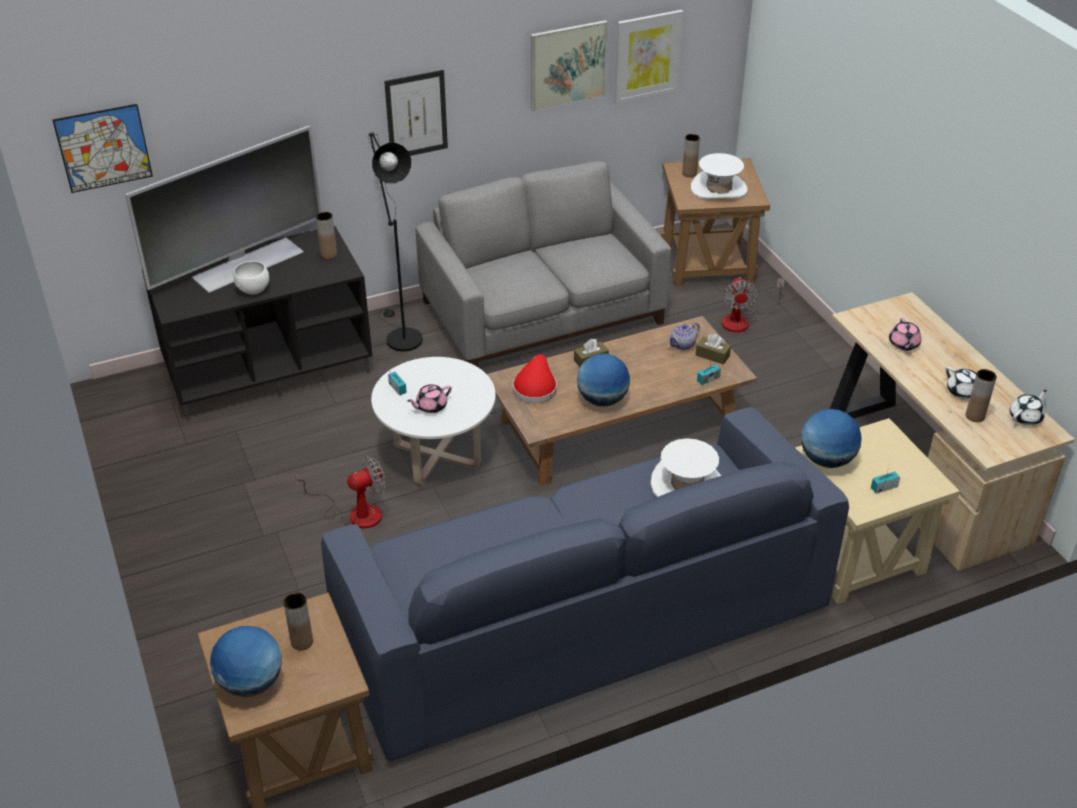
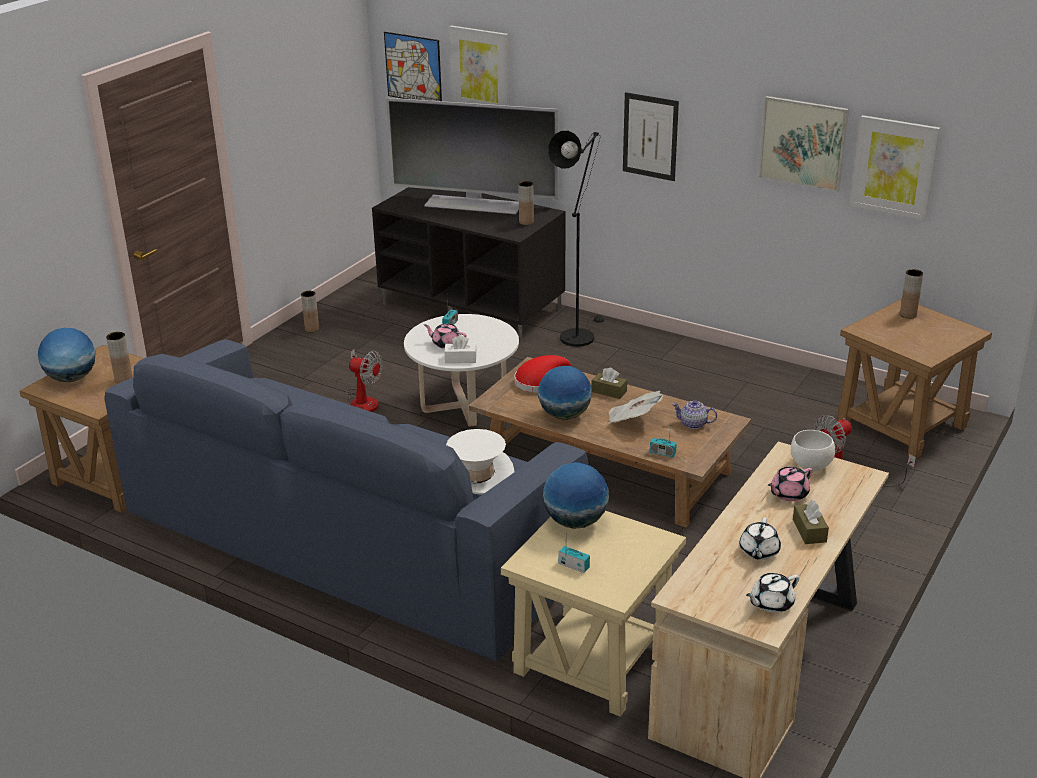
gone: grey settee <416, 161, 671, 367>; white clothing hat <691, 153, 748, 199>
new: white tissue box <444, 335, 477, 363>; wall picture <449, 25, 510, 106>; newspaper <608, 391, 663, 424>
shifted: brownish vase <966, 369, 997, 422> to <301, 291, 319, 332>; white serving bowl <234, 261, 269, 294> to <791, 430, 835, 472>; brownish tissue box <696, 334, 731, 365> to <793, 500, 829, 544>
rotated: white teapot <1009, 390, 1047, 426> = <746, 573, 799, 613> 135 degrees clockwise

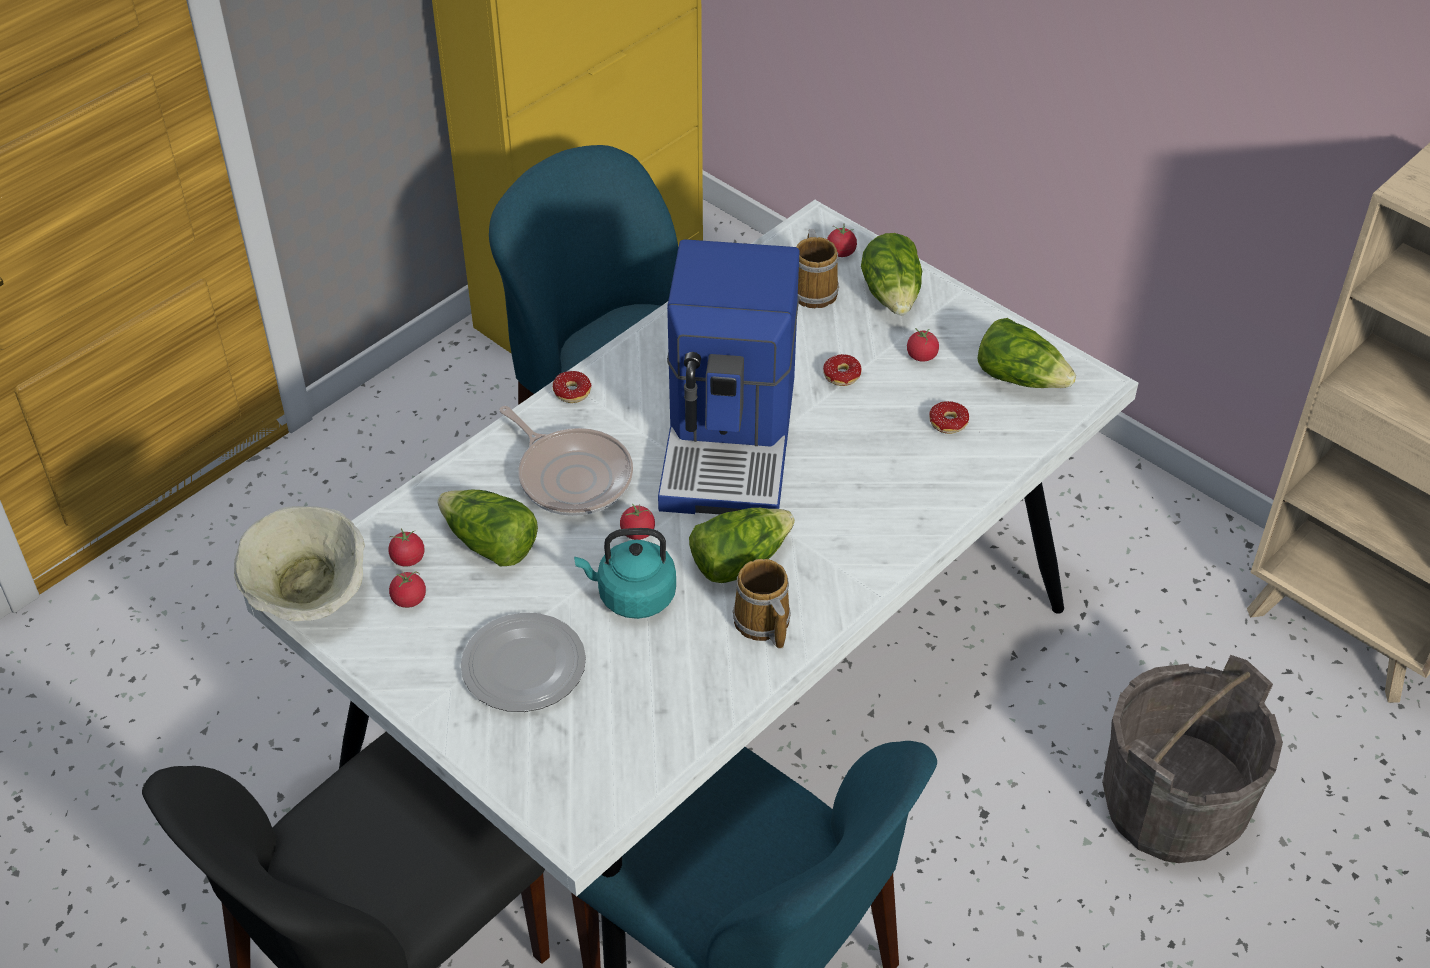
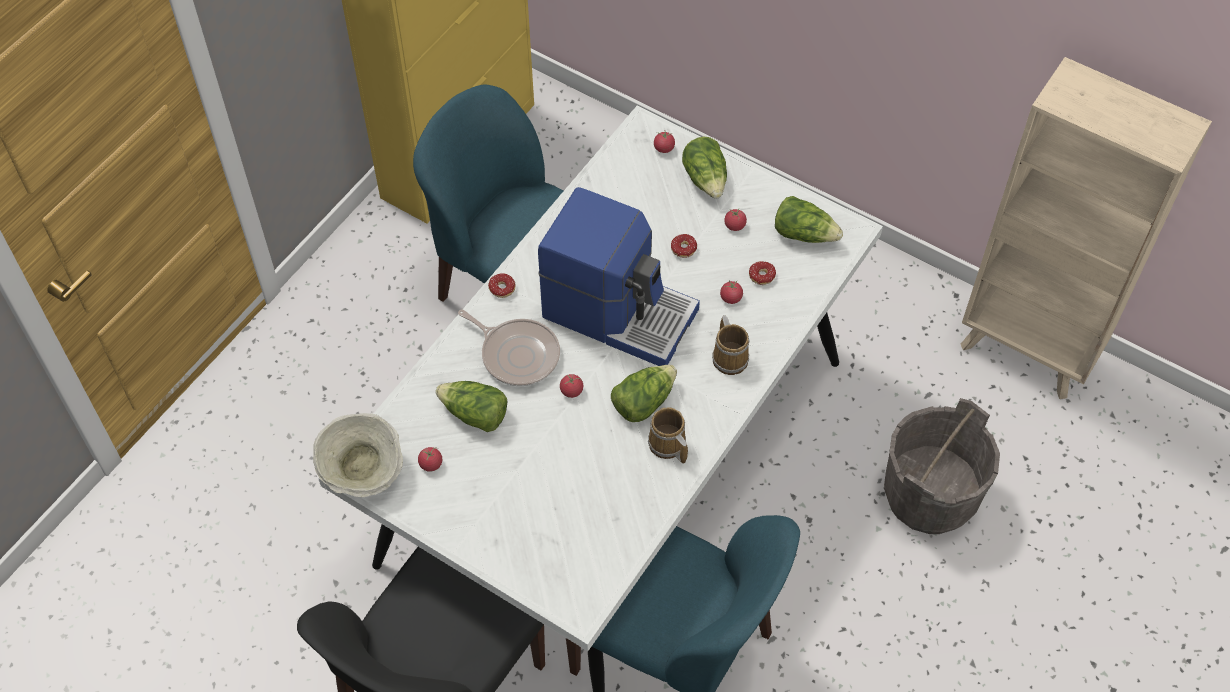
gone: flat dish <461, 613, 586, 712>; turquoise kettle <574, 528, 676, 619>
shifted: tea mug <796, 229, 839, 308> to <712, 315, 750, 375>; tomato <388, 528, 425, 566> to <720, 280, 743, 304>
rotated: coffee maker <658, 239, 800, 514> = <538, 187, 700, 366> 60 degrees counterclockwise

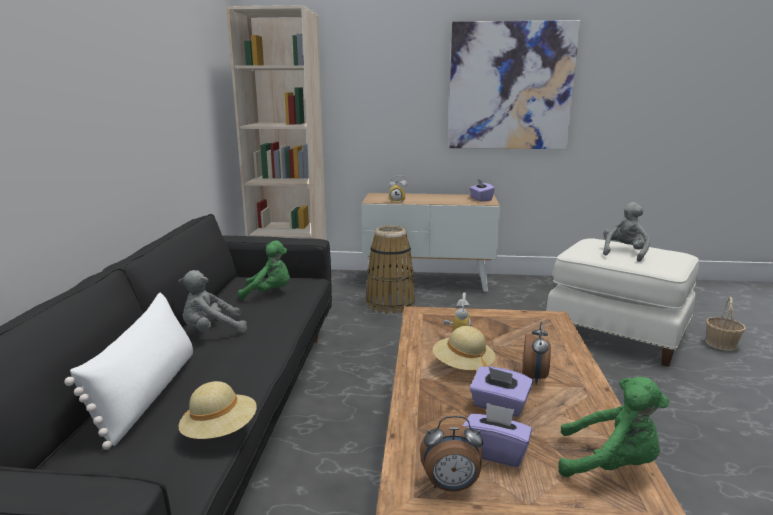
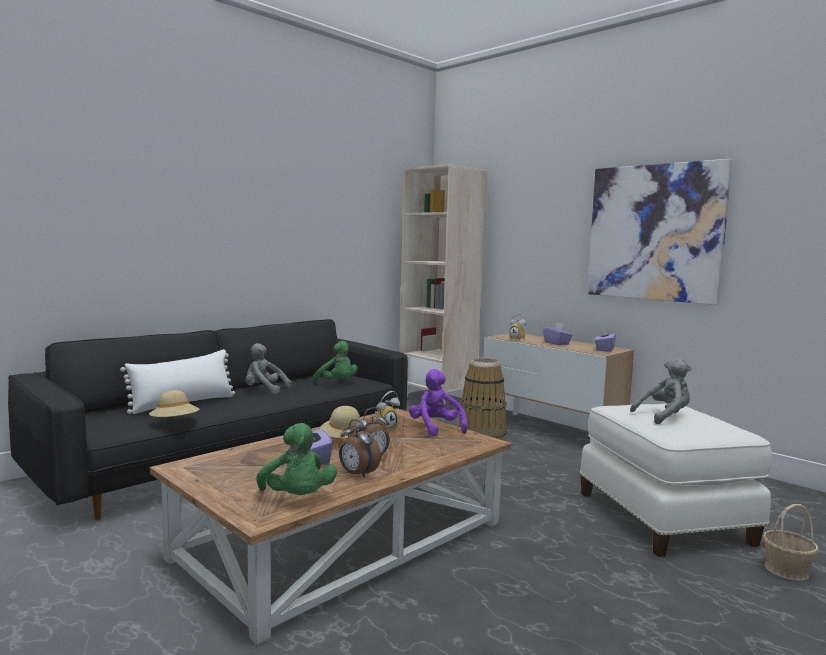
new: purplish cuddly toy <409, 369, 468, 436>
shifted: bedside clock <420, 416, 483, 492> to <339, 419, 381, 478>; purplish tissue box <463, 403, 532, 467> to <543, 323, 572, 345>

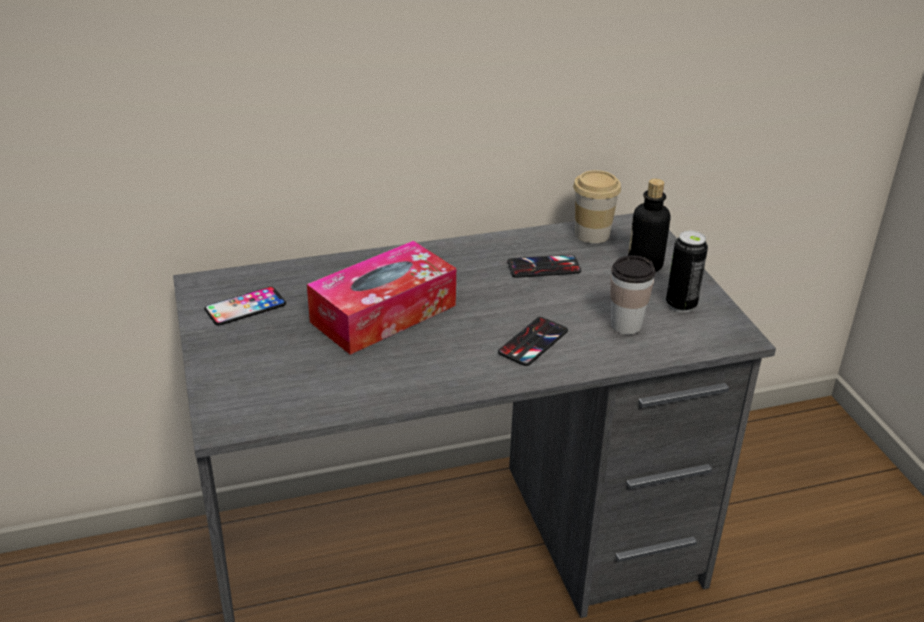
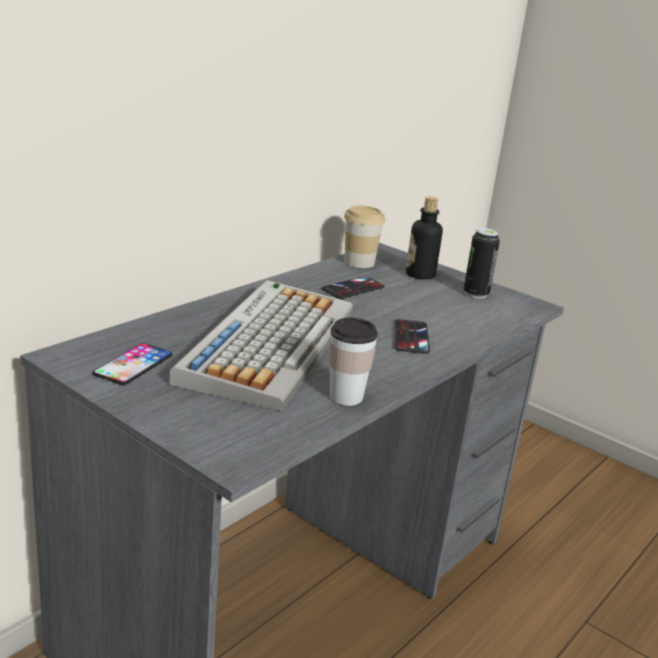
shifted: cup <610, 255, 656, 335> to <329, 317, 378, 406>
swapped: tissue box <307, 241, 456, 355> to PC keyboard <169, 280, 353, 411>

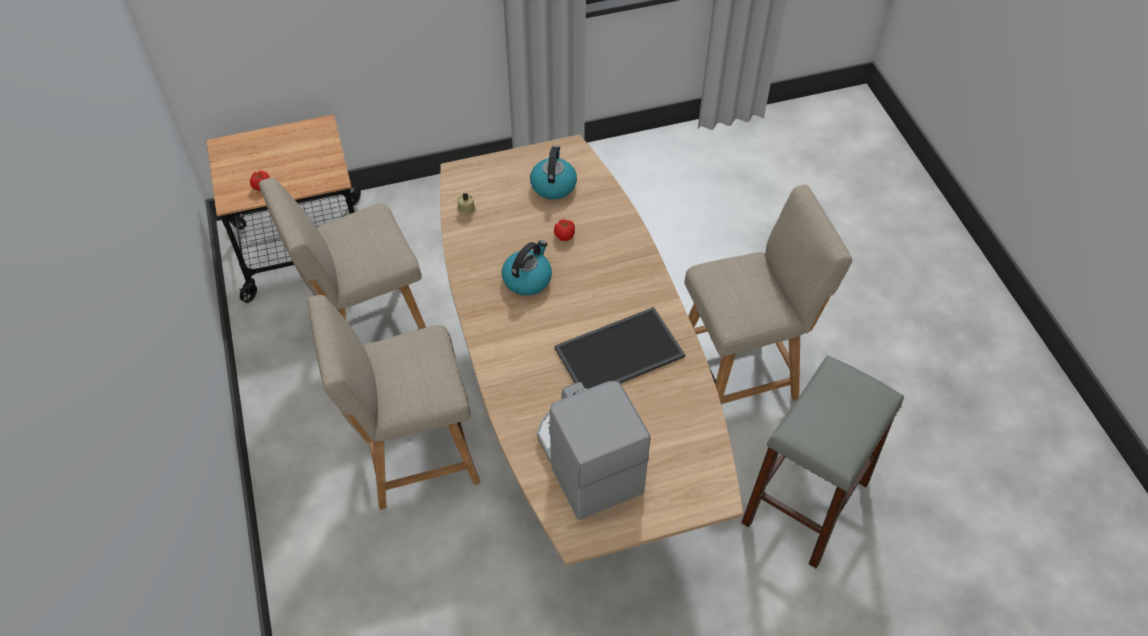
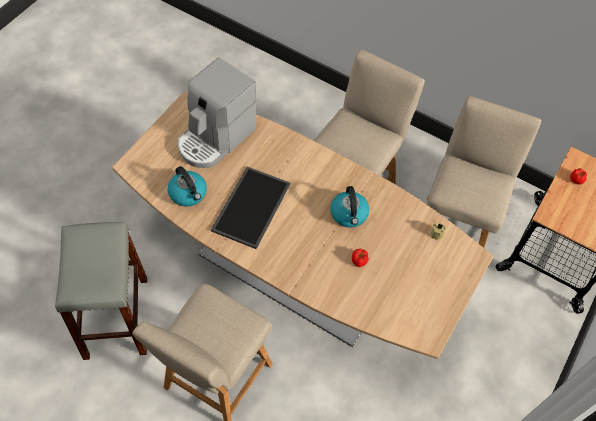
shifted: kettle <530, 146, 577, 199> to <168, 166, 207, 207>
rotated: coffee maker <537, 381, 650, 520> = <178, 57, 256, 168> 105 degrees clockwise

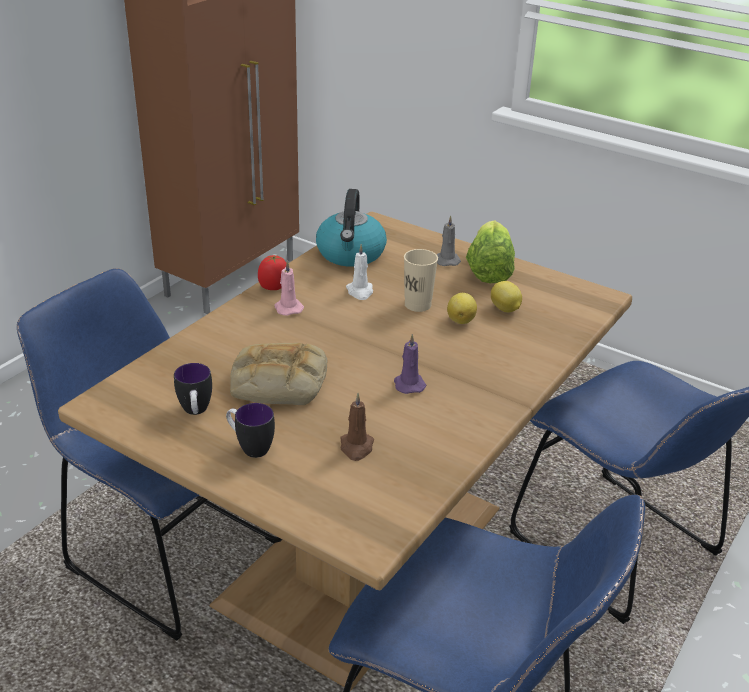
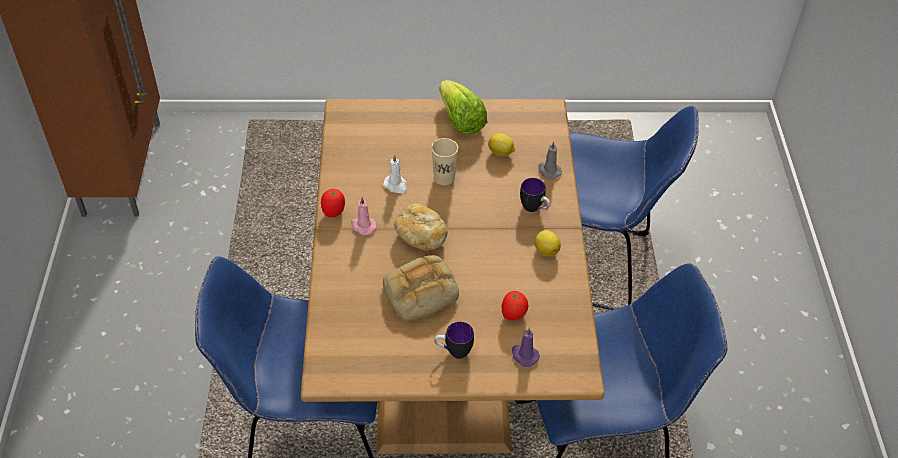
gone: kettle <316, 189, 387, 267>
new: bread <394, 204, 448, 251>
shifted: purplish wax light <394, 334, 426, 394> to <512, 328, 540, 367>; tea mug <174, 363, 212, 415> to <520, 178, 551, 212>; whole lemon <447, 293, 477, 324> to <535, 230, 561, 256>; grey wax light <437, 216, 461, 266> to <538, 141, 562, 180>
swapped: brownish wax light <341, 393, 374, 461> to tomato <502, 291, 528, 320>

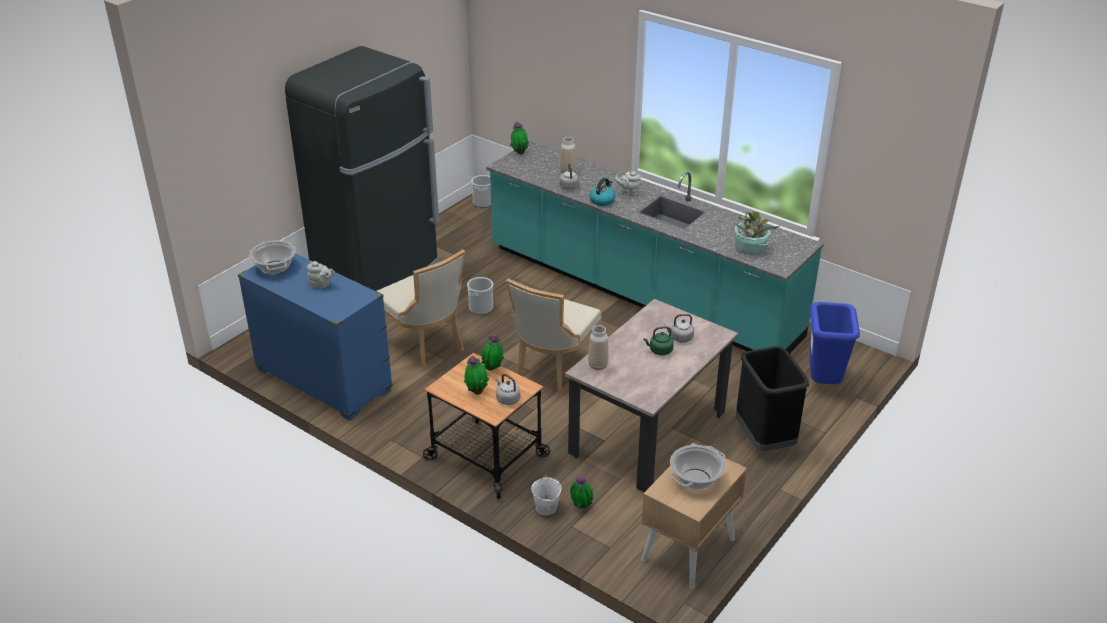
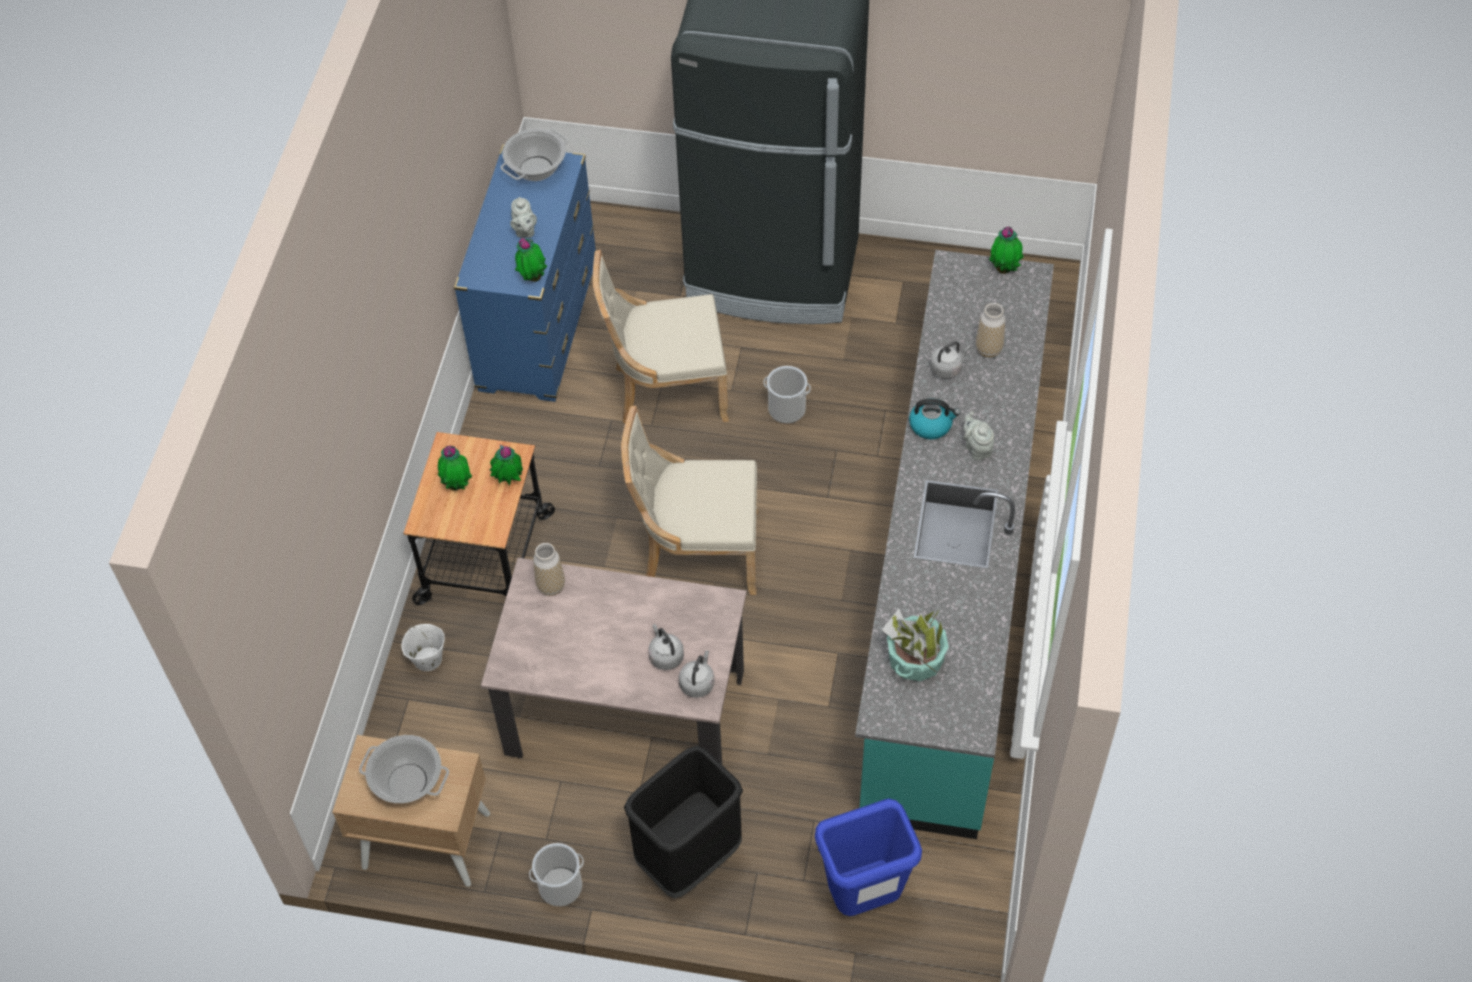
gone: greenish kettle <643, 326, 674, 355>
shifted: plant in a pot <570, 474, 593, 509> to <515, 238, 547, 282>; water bucket <471, 175, 491, 208> to <529, 843, 584, 906>; grey kettle <495, 374, 520, 405> to <679, 650, 715, 698>
rotated: sand-coloured upright chair <377, 249, 466, 370> = <593, 250, 729, 424> 60 degrees clockwise

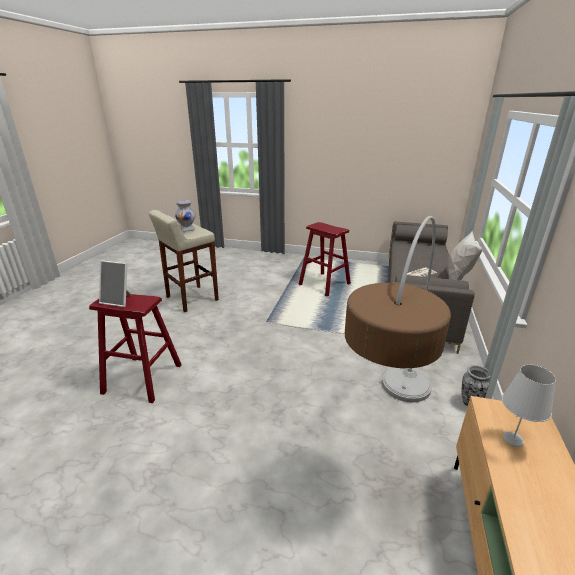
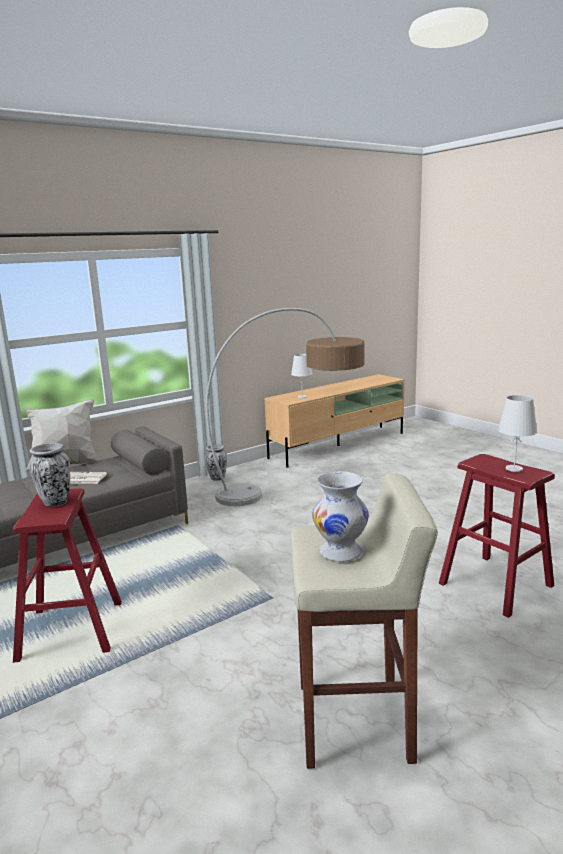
new: vase <29, 443, 70, 507>
swapped: picture frame <99, 260, 132, 307> to white lamp for a table <498, 395, 537, 472>

